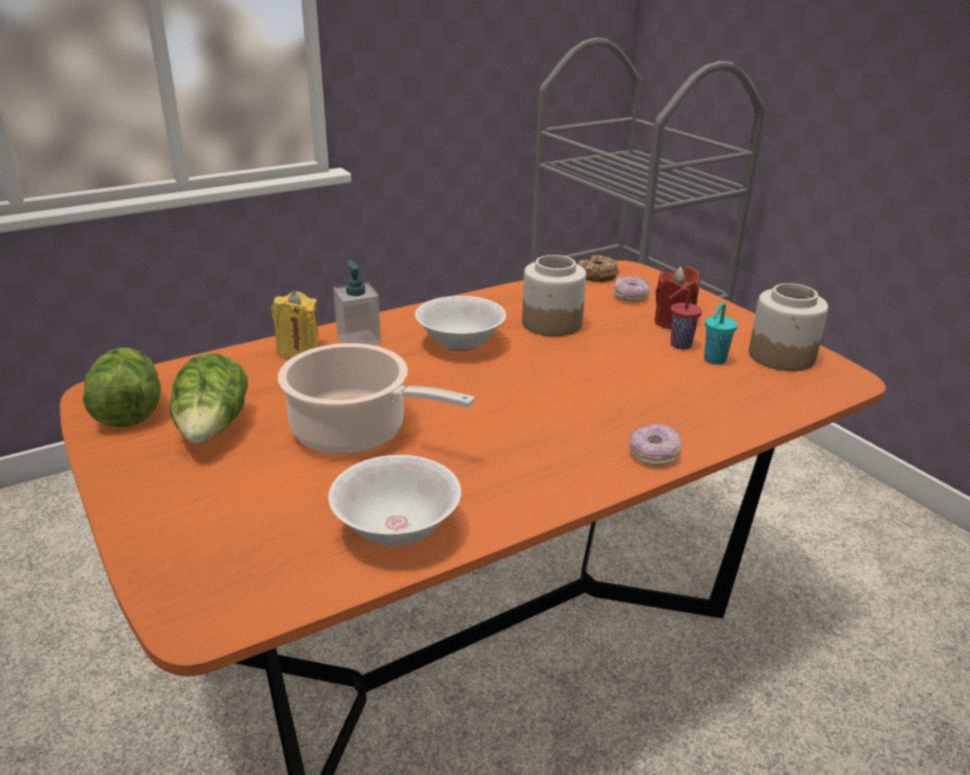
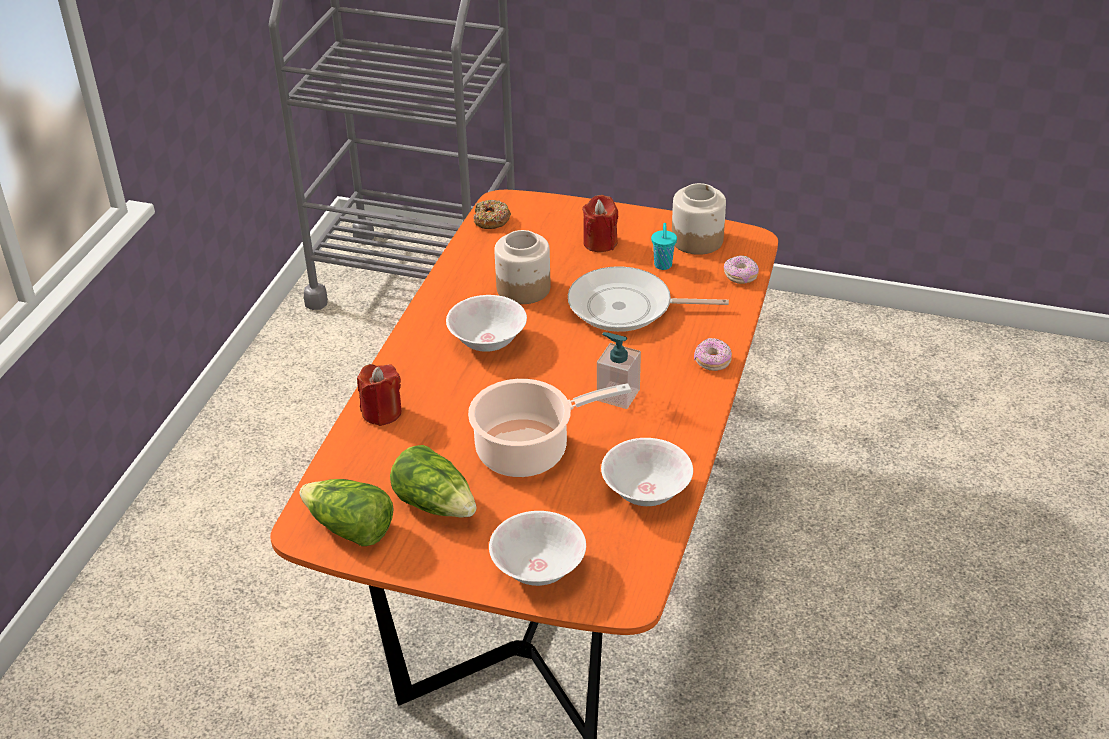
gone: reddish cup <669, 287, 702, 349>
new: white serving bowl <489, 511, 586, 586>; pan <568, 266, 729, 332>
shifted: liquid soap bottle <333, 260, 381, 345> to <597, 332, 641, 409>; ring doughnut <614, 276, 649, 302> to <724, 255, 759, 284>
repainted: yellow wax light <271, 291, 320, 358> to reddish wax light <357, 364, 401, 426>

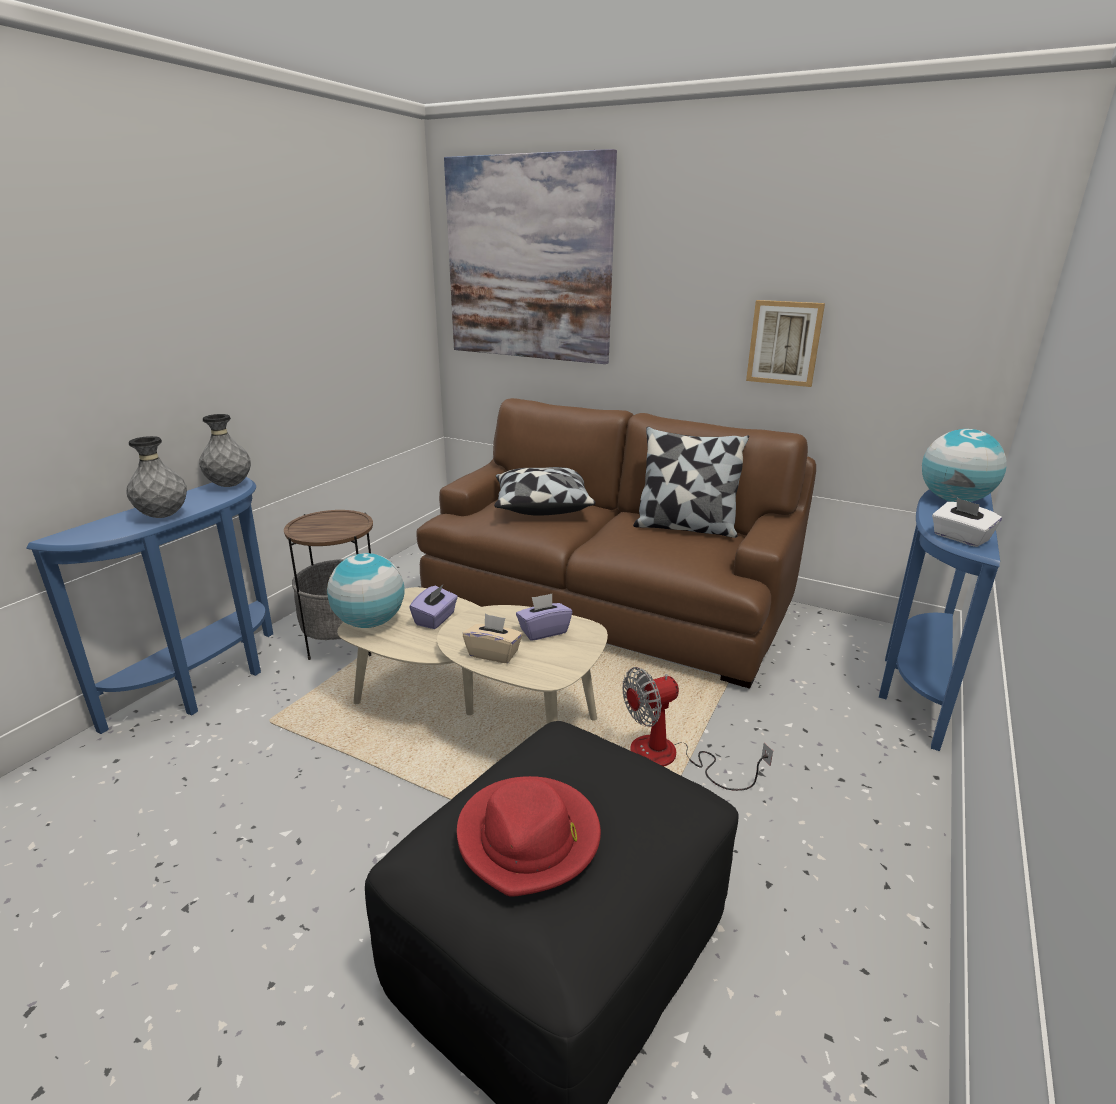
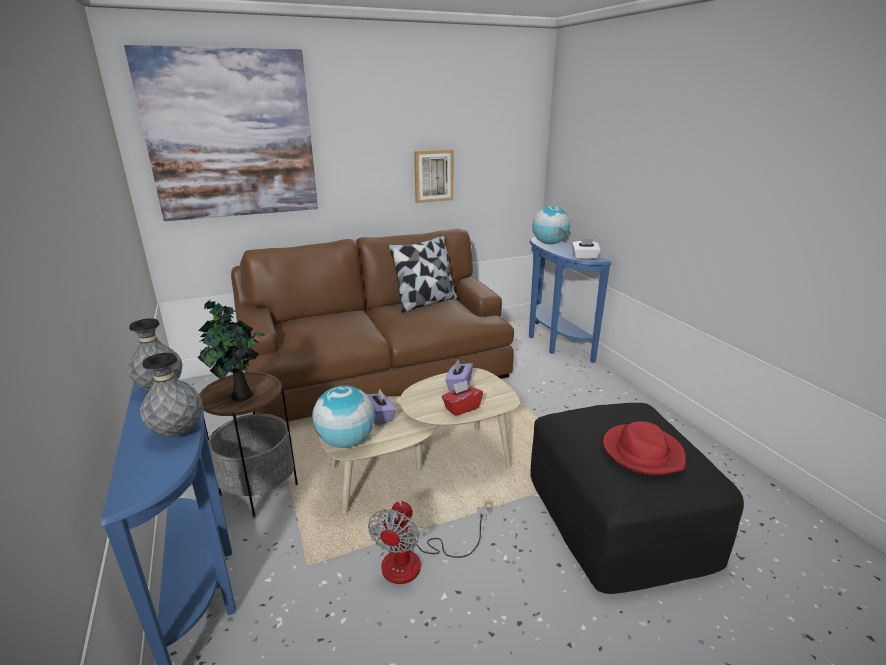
gone: throw pillow <494, 467, 596, 516>
new: plant in a pot <198, 300, 265, 401>
shifted: cooling fan <622, 667, 773, 791> to <368, 501, 487, 584>
repainted: sand-coloured tissue box <463, 614, 523, 663> to reddish tissue box <442, 381, 483, 416>

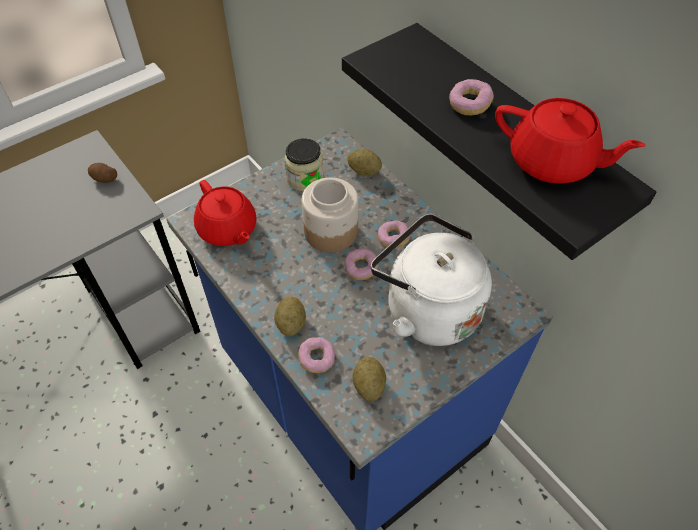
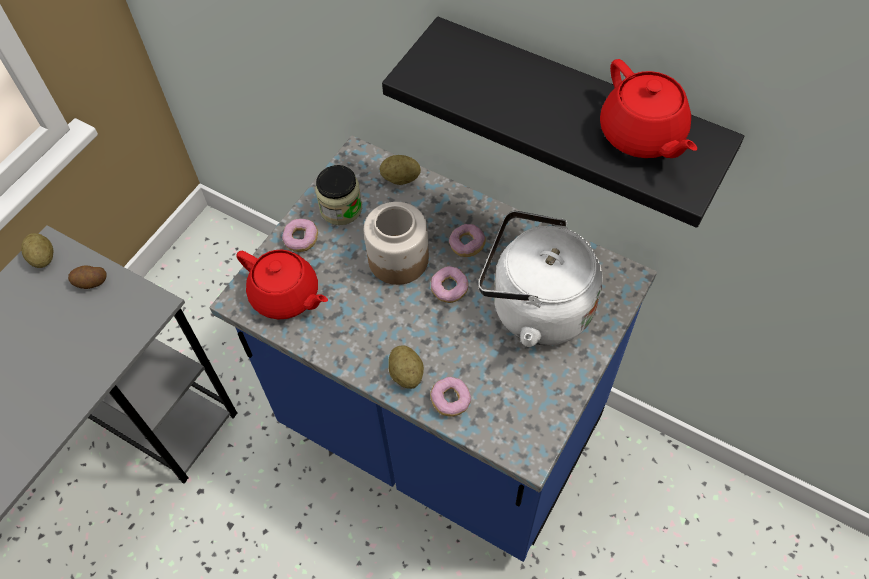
shifted: potato <352, 357, 386, 401> to <21, 233, 54, 268>; ring doughnut <449, 79, 494, 115> to <282, 219, 318, 252>
rotated: reddish teapot <495, 98, 646, 184> = <600, 59, 697, 158> 60 degrees clockwise

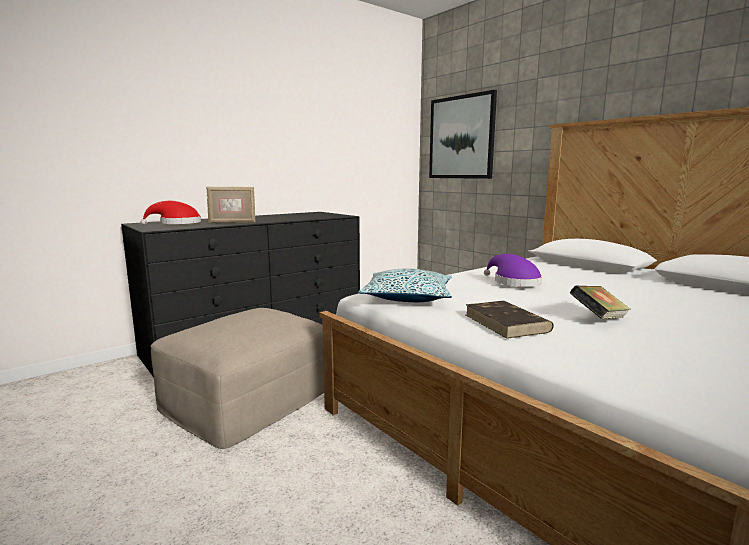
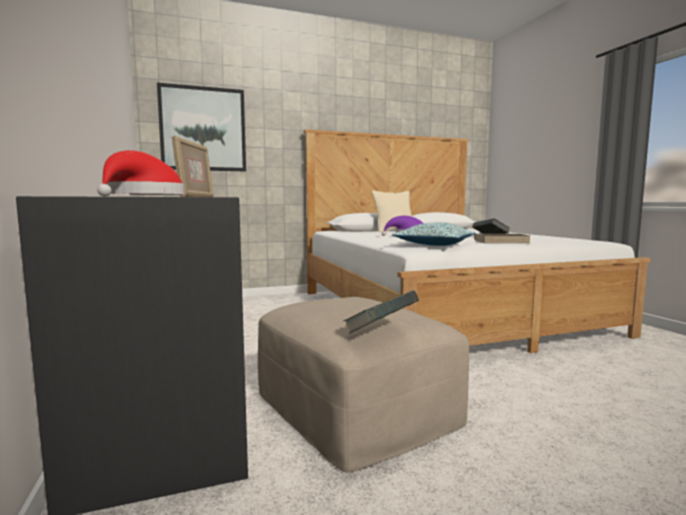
new: book <343, 290, 419, 334>; sand-coloured throw pillow <372, 190, 412, 232>

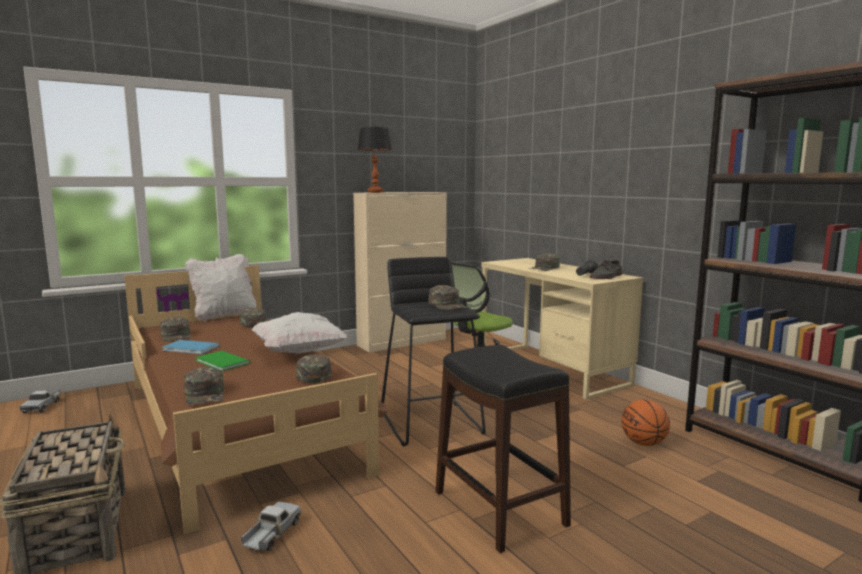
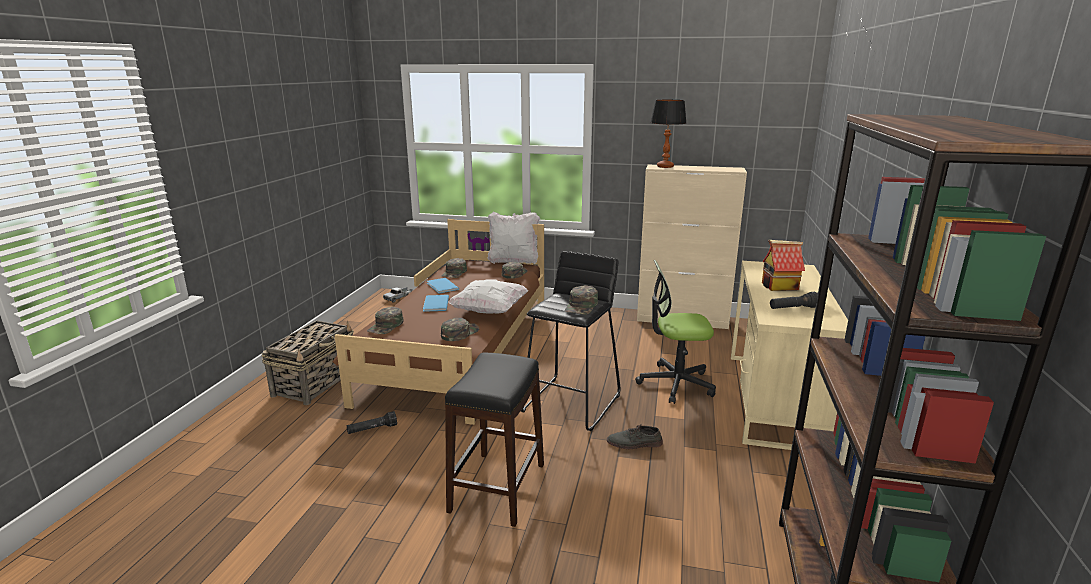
gone: ball for basketball <622, 399, 670, 446>
shifted: grey low shoe <590, 260, 622, 279> to <607, 425, 663, 449>
swapped: toy truck <241, 502, 301, 552> to blackish torch <347, 411, 397, 434>; greenish cap <529, 254, 560, 271> to miniature house <762, 240, 805, 291>
repainted: greenish book <195, 351, 250, 371> to blue-coloured book <423, 295, 449, 312>

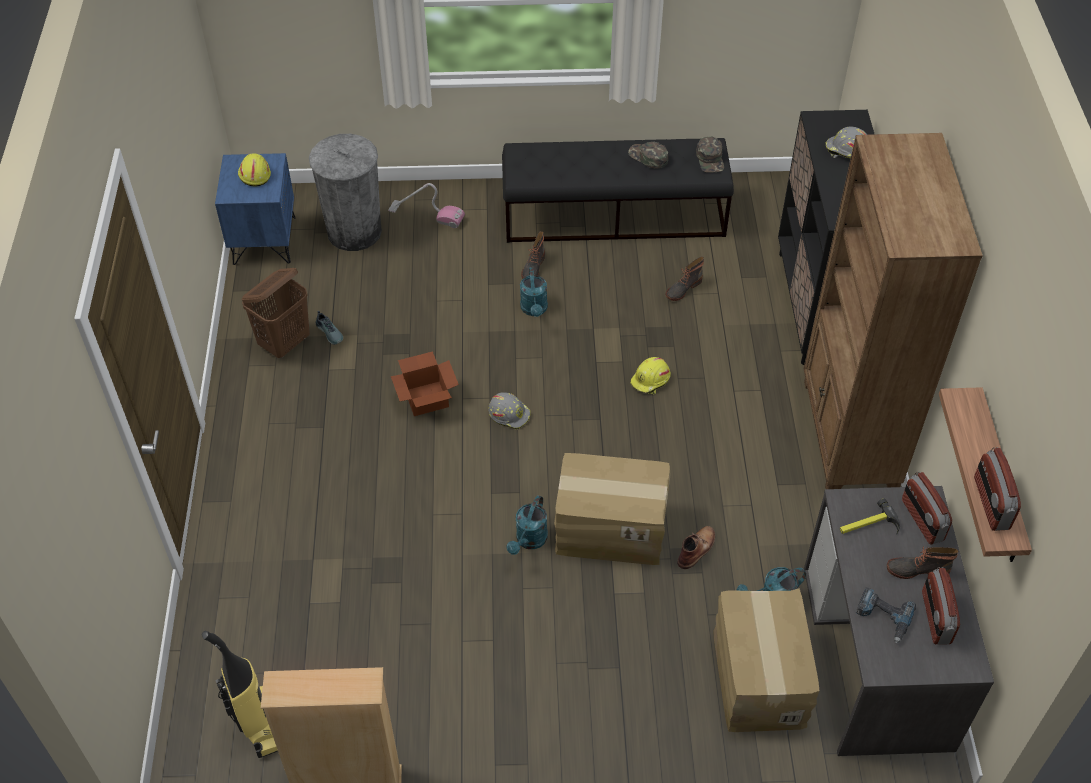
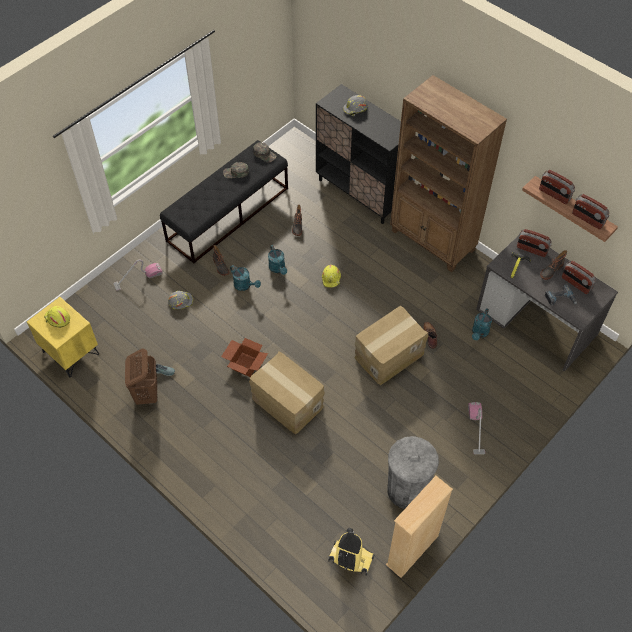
new: vacuum cleaner <468, 402, 485, 454>; radio <539, 170, 575, 204>
shifted: grey hard hat <488, 393, 531, 429> to <168, 291, 193, 310>; cardboard box <713, 588, 820, 732> to <249, 351, 325, 435>; turquoise watering pot <507, 495, 548, 555> to <268, 245, 287, 275>; grey trash can <309, 134, 382, 251> to <387, 436, 439, 509>
repainted: blue-coloured bedside table <215, 153, 296, 265> to yellow bedside table <27, 297, 99, 377>

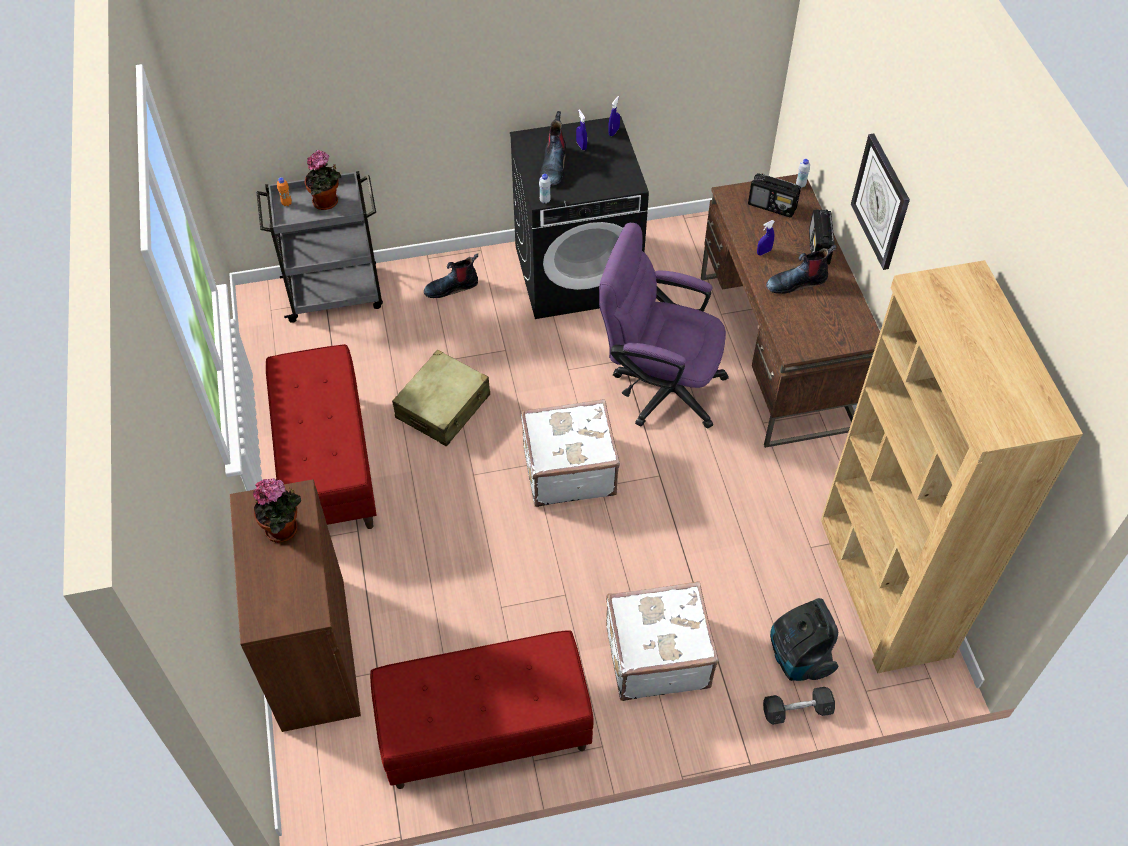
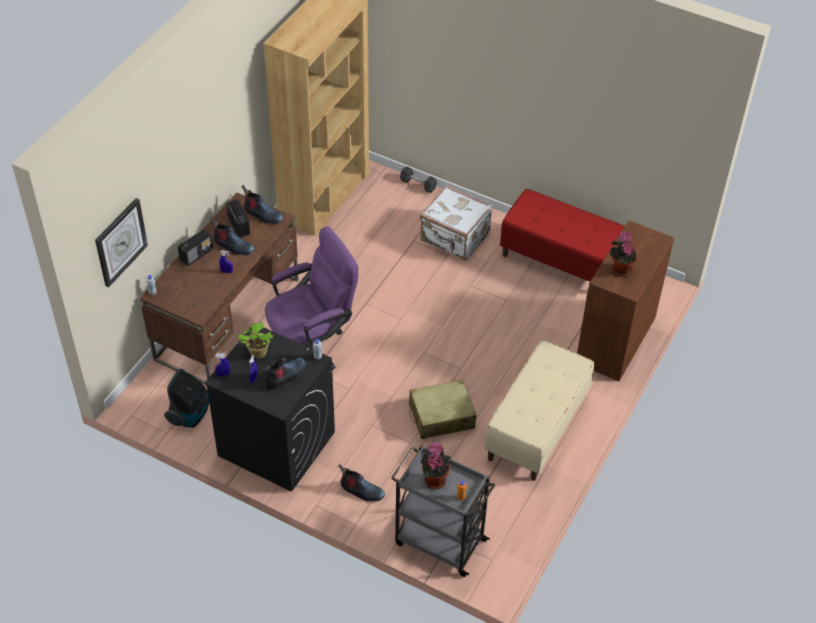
gone: white piece of luggage <521, 399, 620, 507>
new: plant in a pot <237, 322, 273, 358>; tall boot <241, 185, 284, 224>
shifted: hanging clock <851, 134, 910, 270> to <95, 198, 148, 287>; vacuum cleaner <770, 598, 838, 681> to <164, 369, 209, 428>; radio <748, 173, 801, 218> to <226, 199, 250, 237>
repainted: reddish bench <266, 344, 377, 529> to sand-coloured bench <484, 340, 594, 481>
rotated: purplish desk chair <599, 223, 729, 429> = <265, 227, 358, 370> 90 degrees counterclockwise

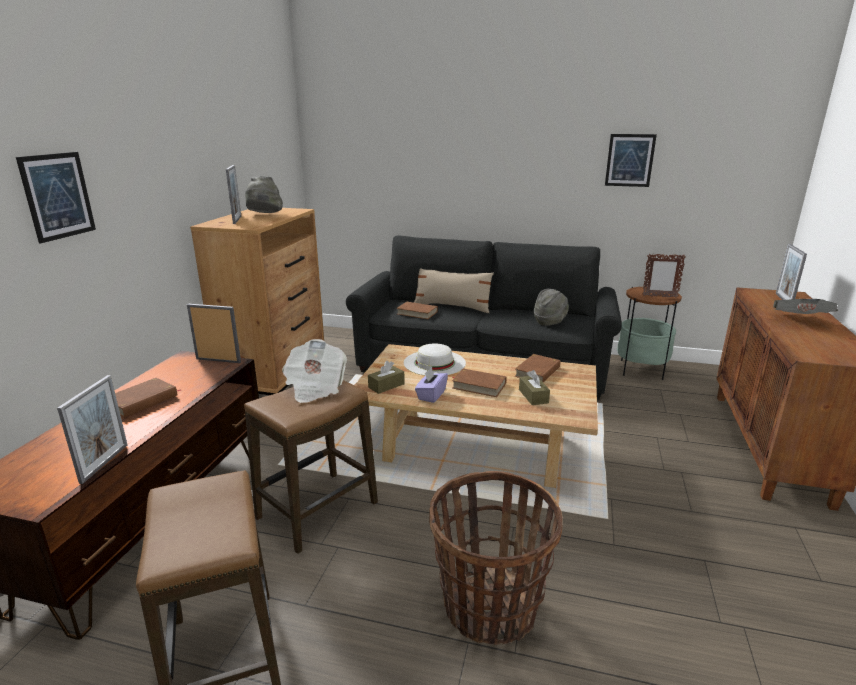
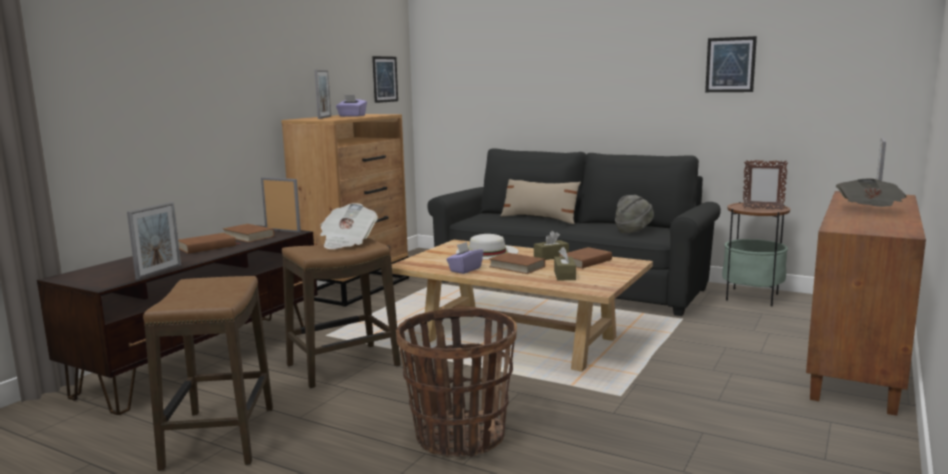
shifted: brownish book <396, 302, 438, 319> to <223, 224, 274, 242>; wall picture <16, 152, 96, 243> to <372, 56, 398, 103>; brownish tissue box <368, 361, 405, 394> to <534, 231, 569, 260>
swapped: grey clothing hat <245, 176, 283, 213> to purplish tissue box <336, 95, 367, 117>

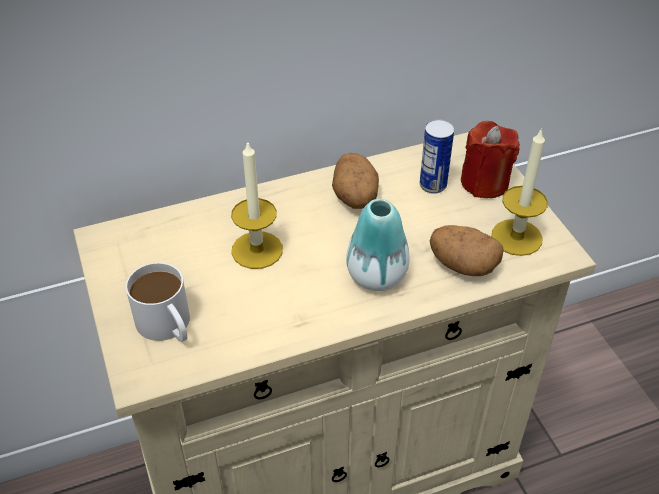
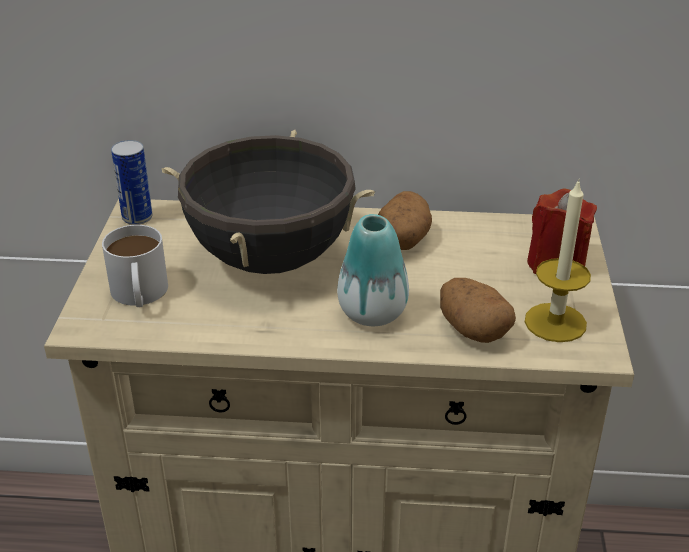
shifted: can <420, 119, 454, 194> to <111, 140, 153, 225>
swapped: wax light <231, 140, 283, 269> to blackish cooking pot <162, 130, 375, 274>

